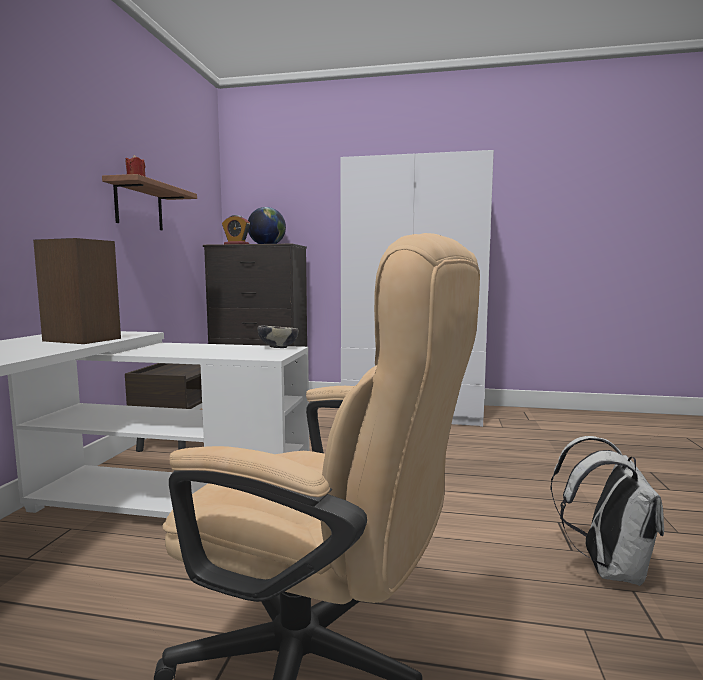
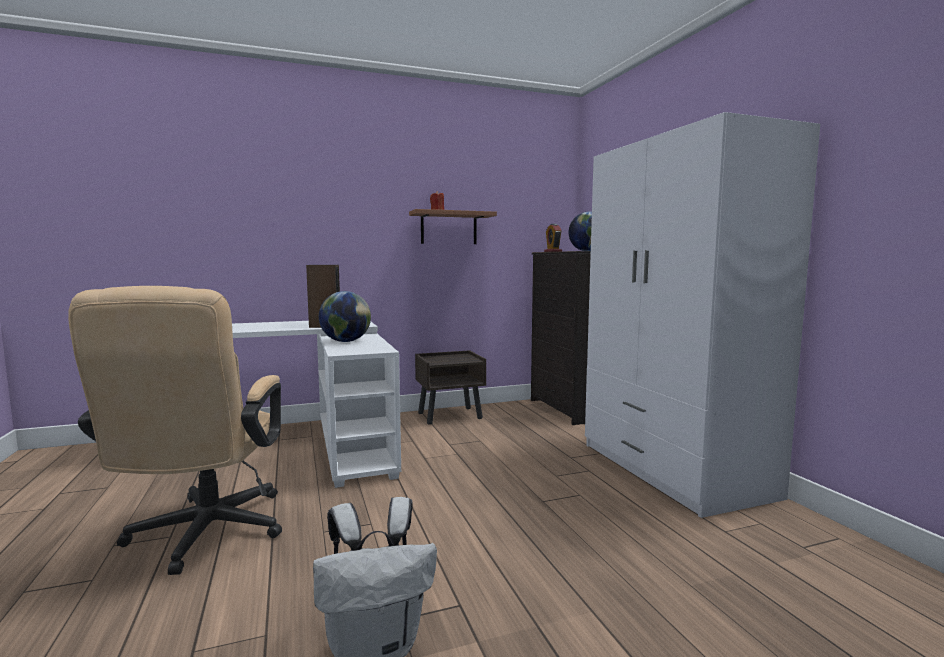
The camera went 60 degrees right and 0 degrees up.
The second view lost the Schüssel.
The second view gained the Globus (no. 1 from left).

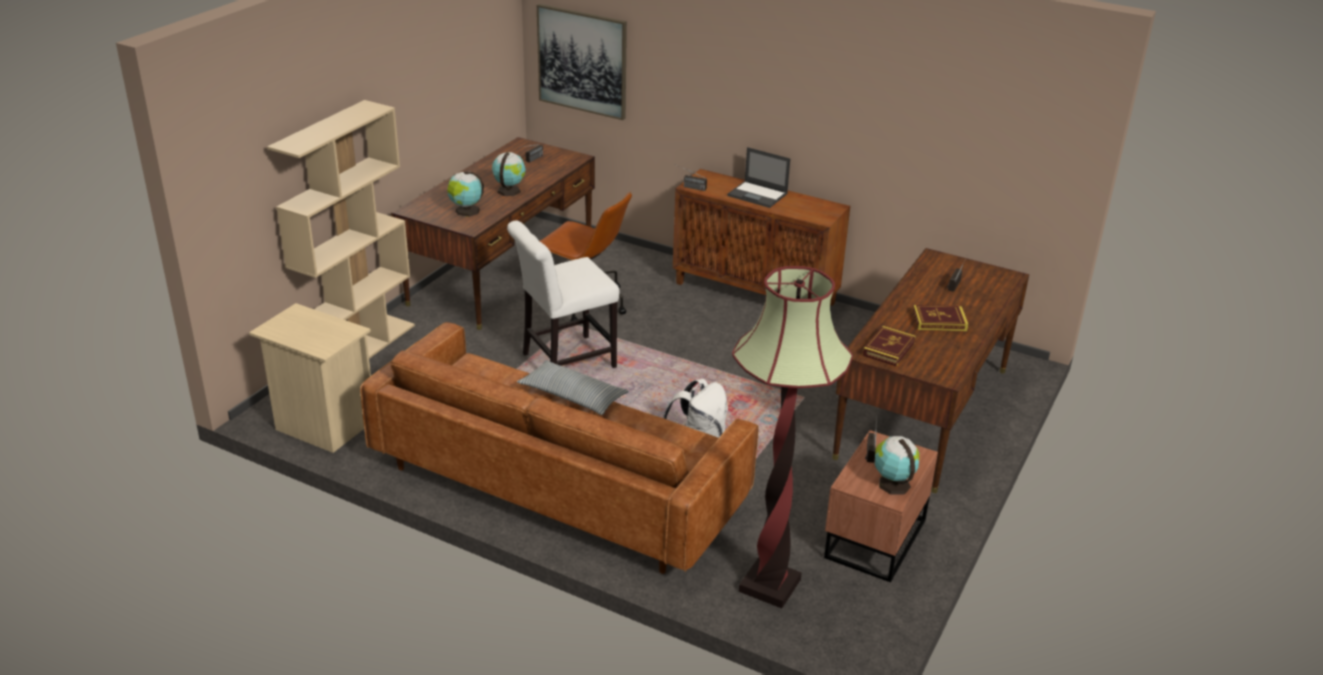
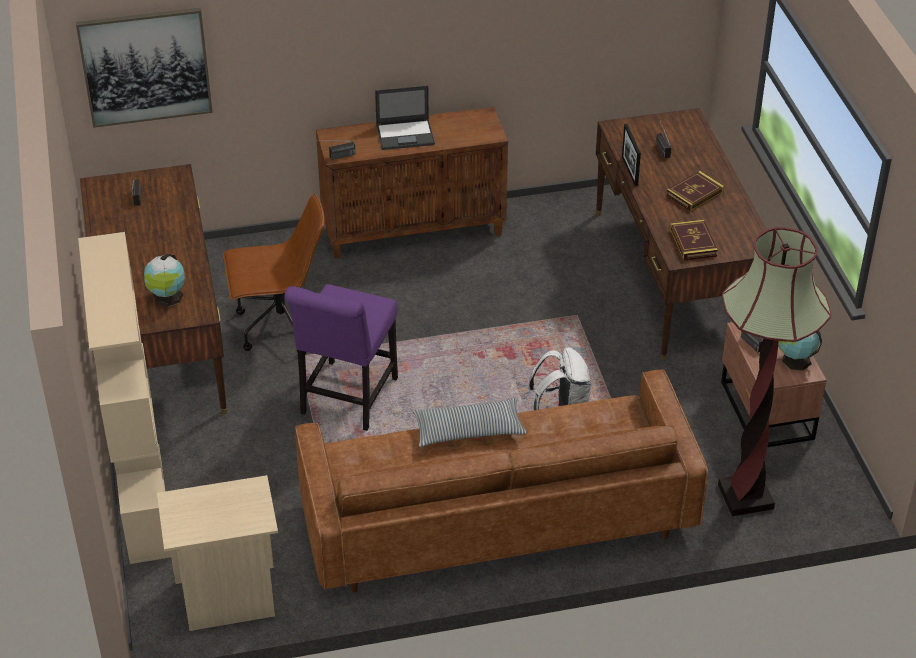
The camera went 40 degrees left and 10 degrees up.
The second view lost the Globus (no. 2 from left).
The second view gained the Bilderrahmen.
What was the Stuhl [weiß] turned into the Stuhl [lila].

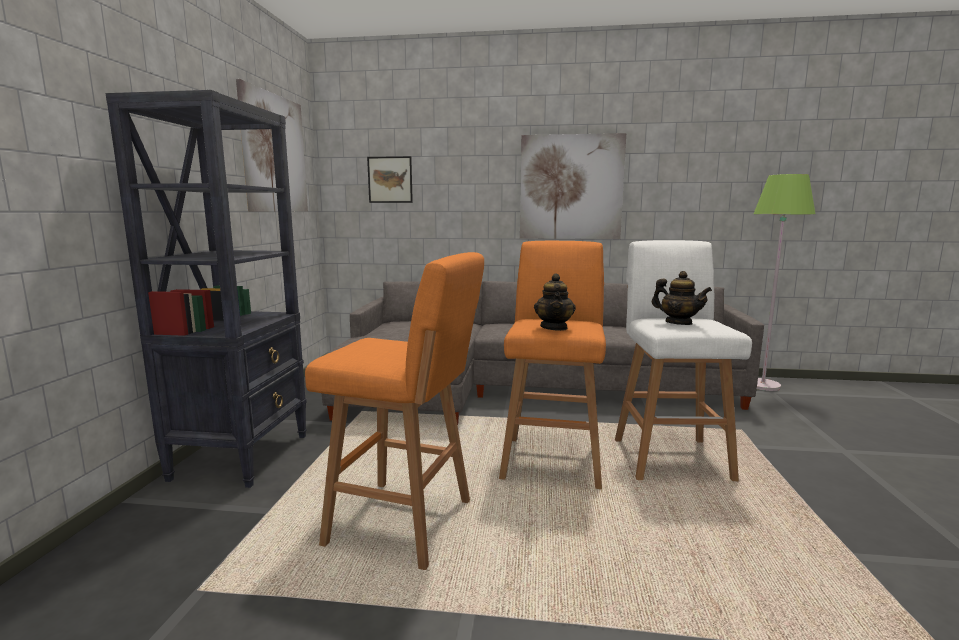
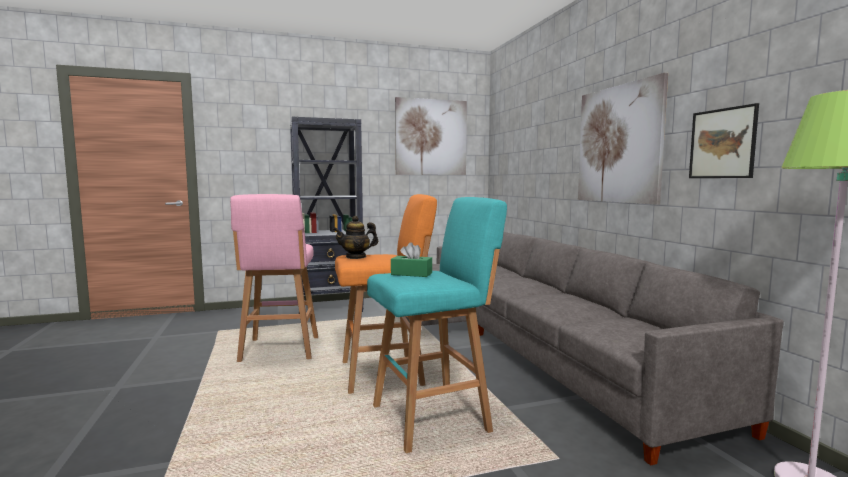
The camera went 65 degrees right and 5 degrees down.
The Bild (no. 2 from left in the first image) ended up elsewhere.
Where the Teekanne (no. 2 from left) stood, the Taschentuchbox [grün] came to stand.
What was the Hocker [orange] (no. 1 from left) turned into the Hocker [rosa].
What was the Hocker [weiß] turned into the Hocker [türkis].

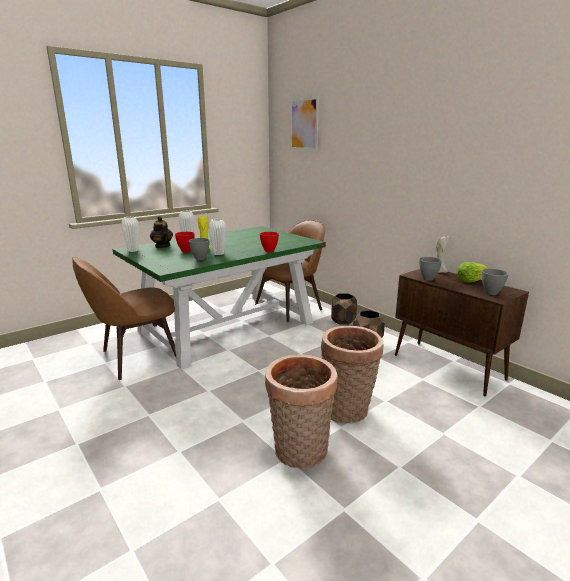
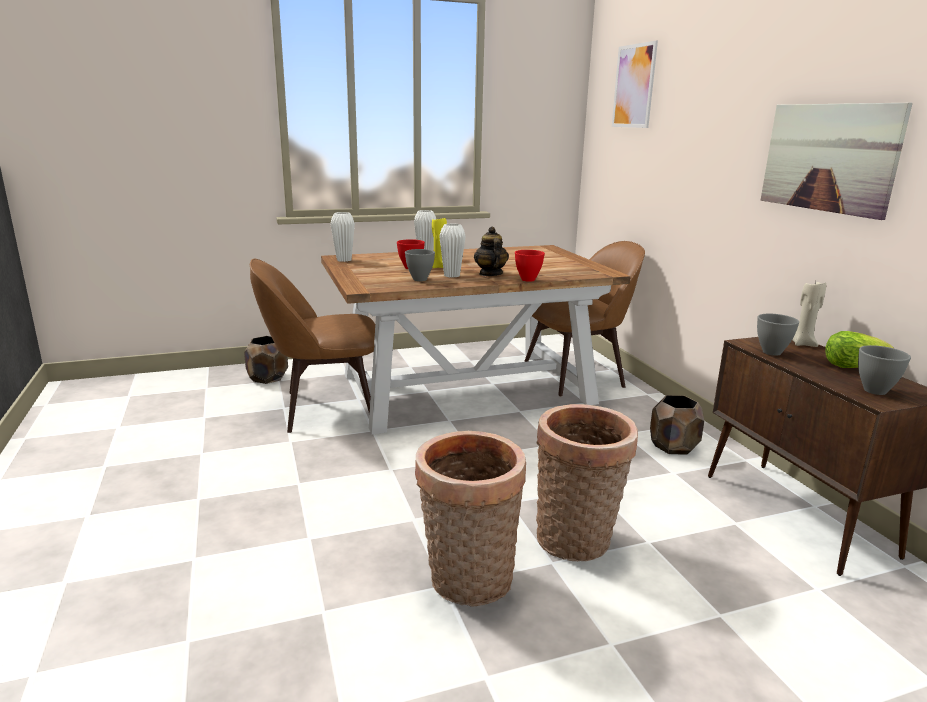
The camera went 20 degrees right and 0 degrees up.
The second view gained the Bild (no. 2 from left).
The Teekanne ended up elsewhere.
The Pflanzkübel [braun] (no. 1 from left) ended up elsewhere.
What was the Esstisch [grün] turned into the Esstisch [braun].

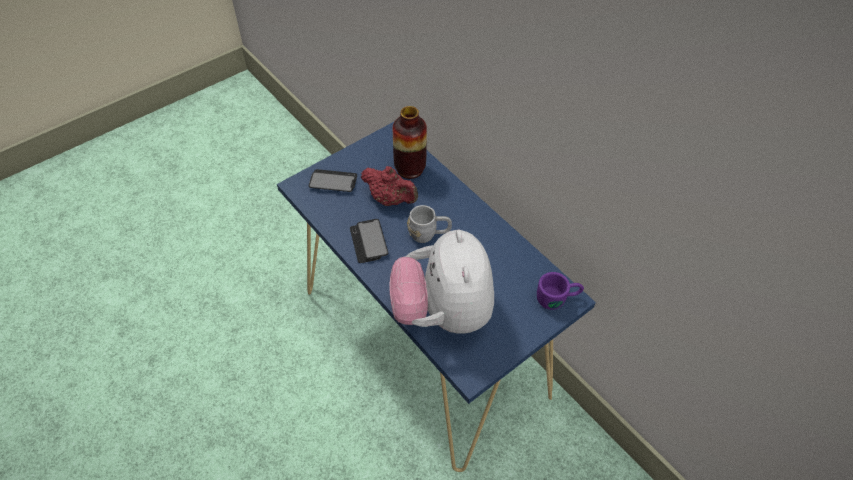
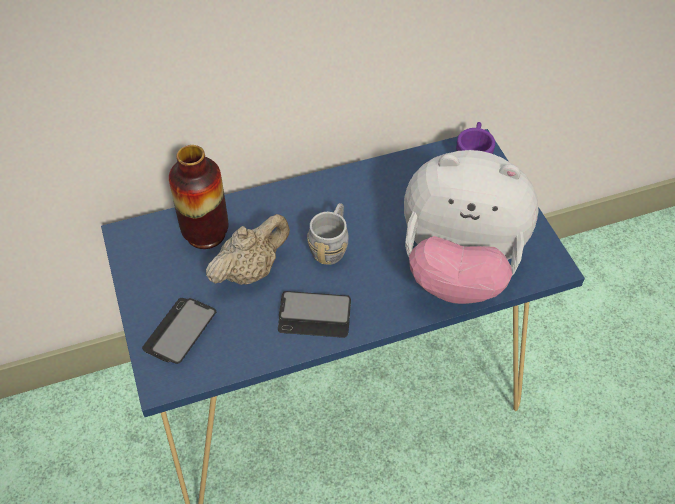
The camera went 70 degrees left and 0 degrees up.
What was the Teekanne [rot] turned into the Teekanne [beige].

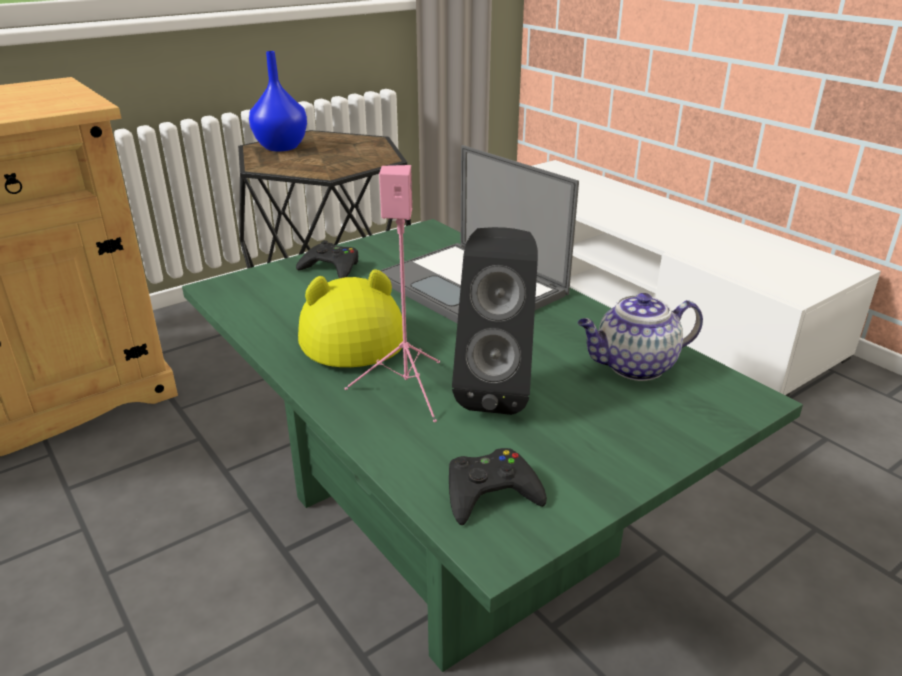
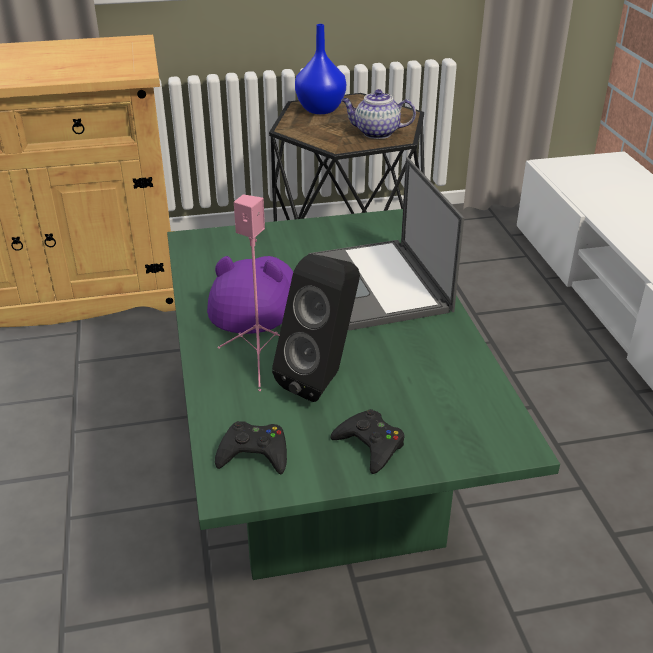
The camera went 25 degrees right and 5 degrees up.
The Gamepad [schwarz] (no. 1 from left in the first image) ended up elsewhere.
The Teekanne ended up elsewhere.
What was the Hut [gelb] turned into the Hut [lila].

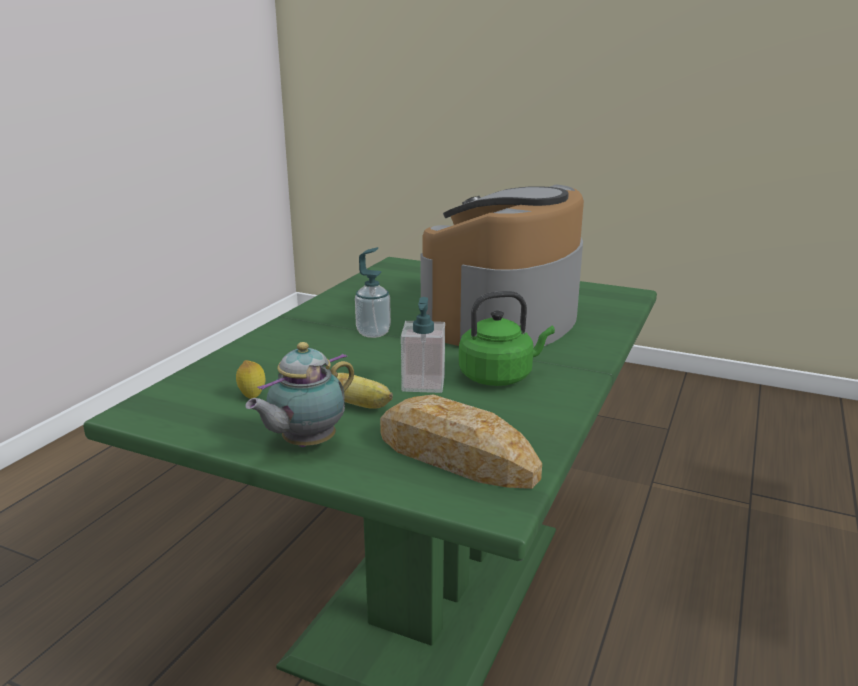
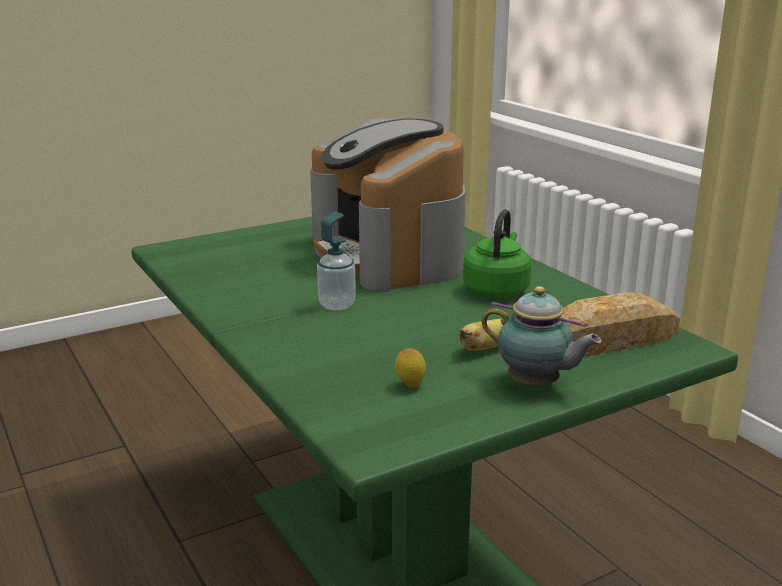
The camera went 55 degrees left and 0 degrees up.
The second view lost the Seifenspender (no. 2 from left).
The Teekanne ended up facing another way, 45 degrees counterclockwise from before.

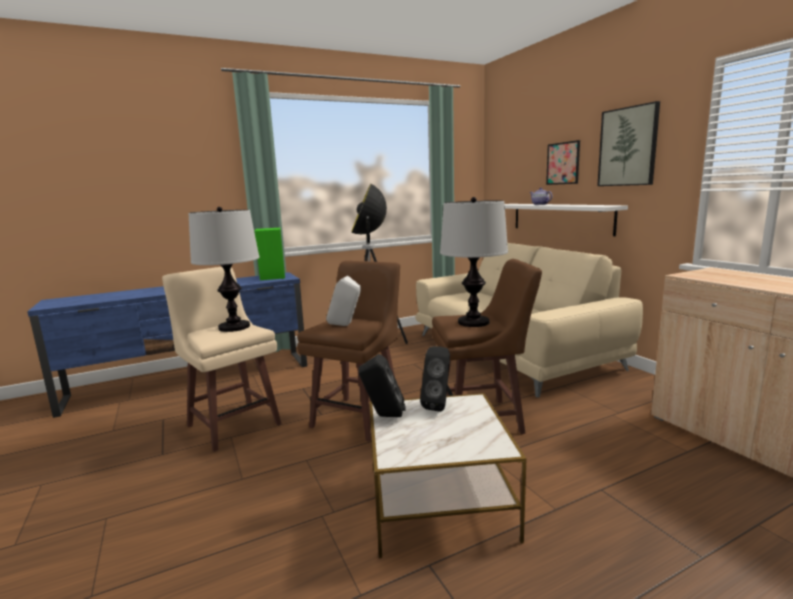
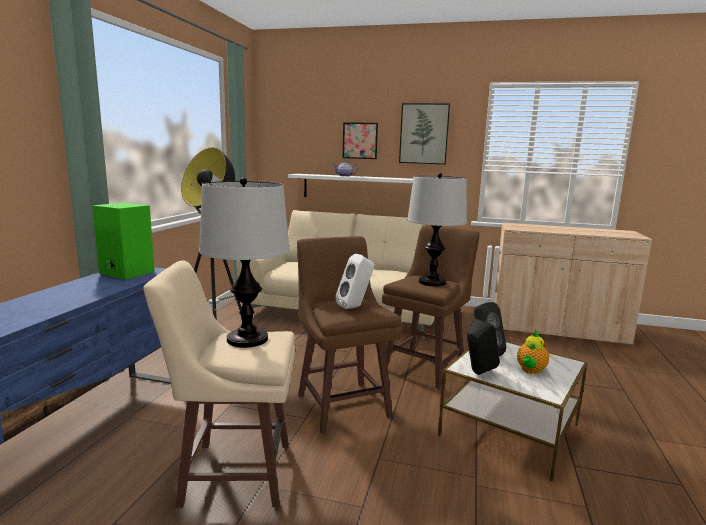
The camera went 50 degrees left and 0 degrees up.
The second view gained the Teekanne (no. 2 from left).

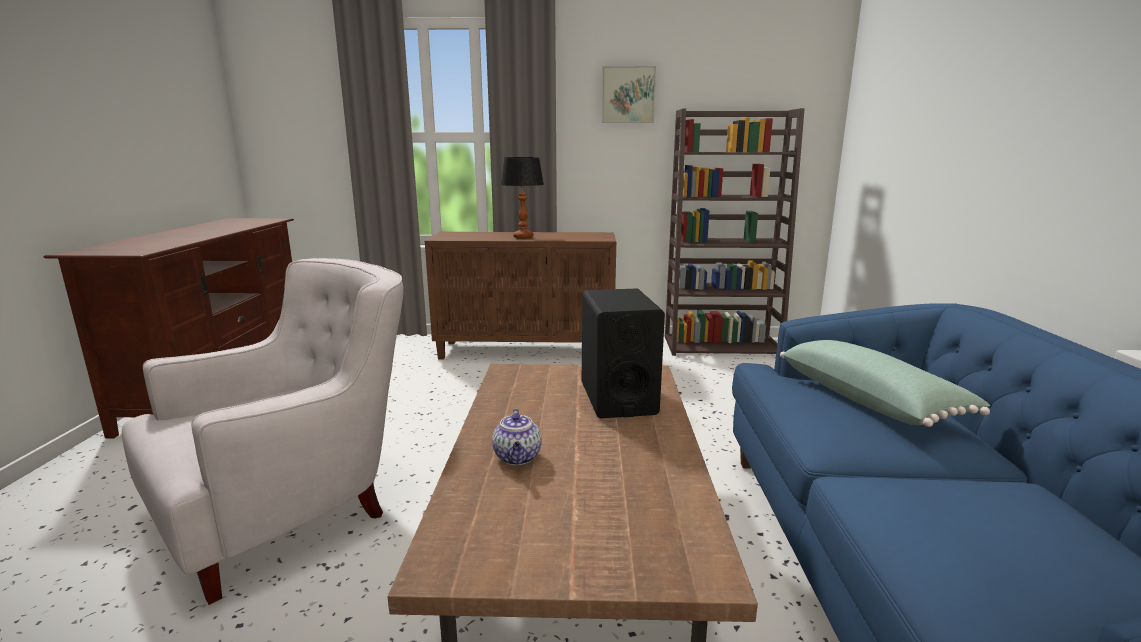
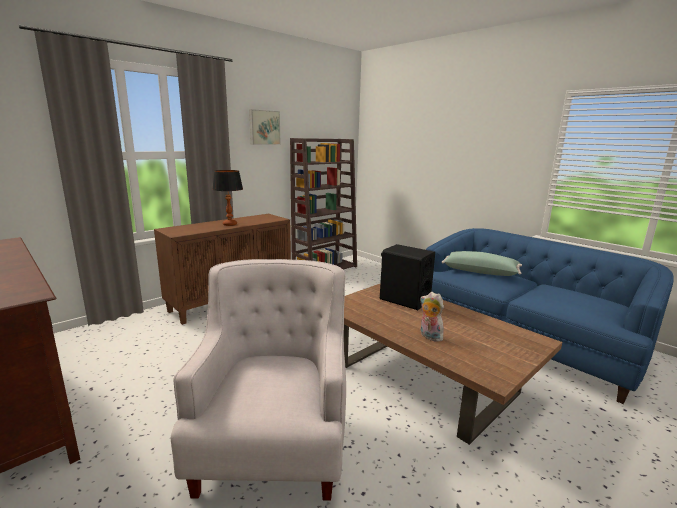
The camera went 45 degrees left and 0 degrees up.
Where the Teekanne stood, the Plüschtier came to stand.

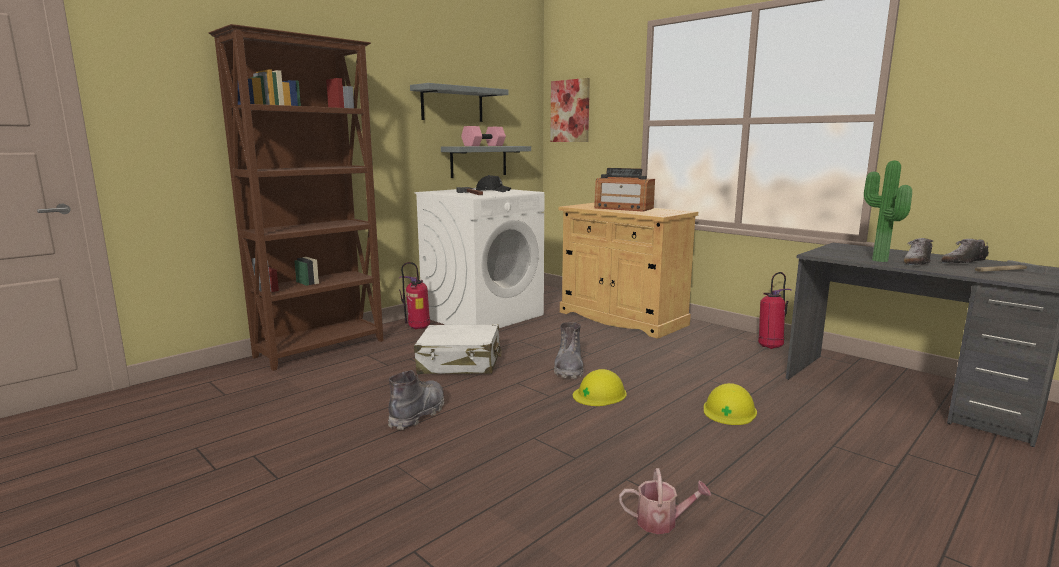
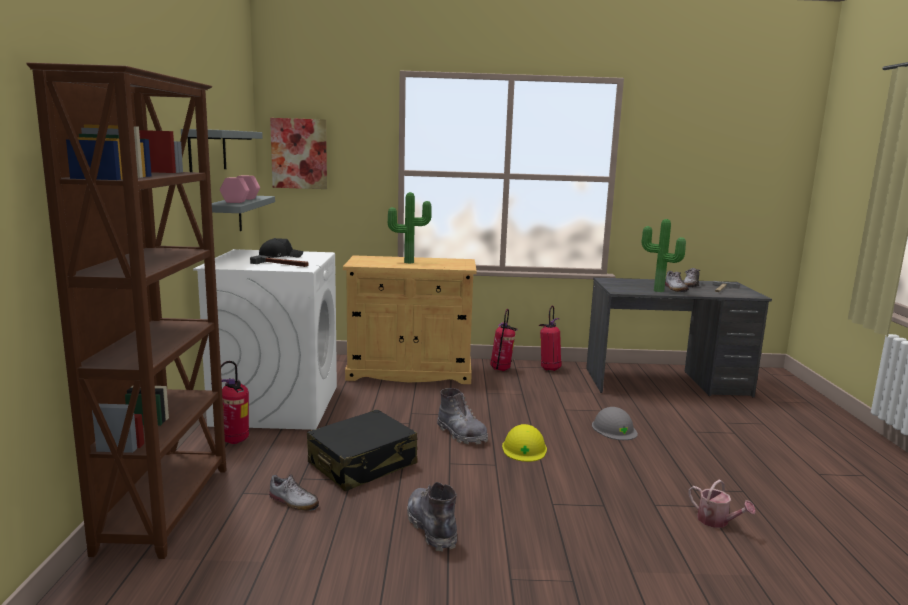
The camera went 45 degrees left and 0 degrees up.
The second view gained the Schuh (no. 1 from left).
The second view gained the Feuerlöscher (no. 2 from left).
Where the Radio stood, the Topfpflanze (no. 1 from left) came to stand.
What was the Koffer [weiß] turned into the Koffer [schwarz].
What was the Schutzhelm [gelb] (no. 2 from left) turned into the Schutzhelm [grau].
The Gießkanne ended up facing another way, 90 degrees clockwise from before.

